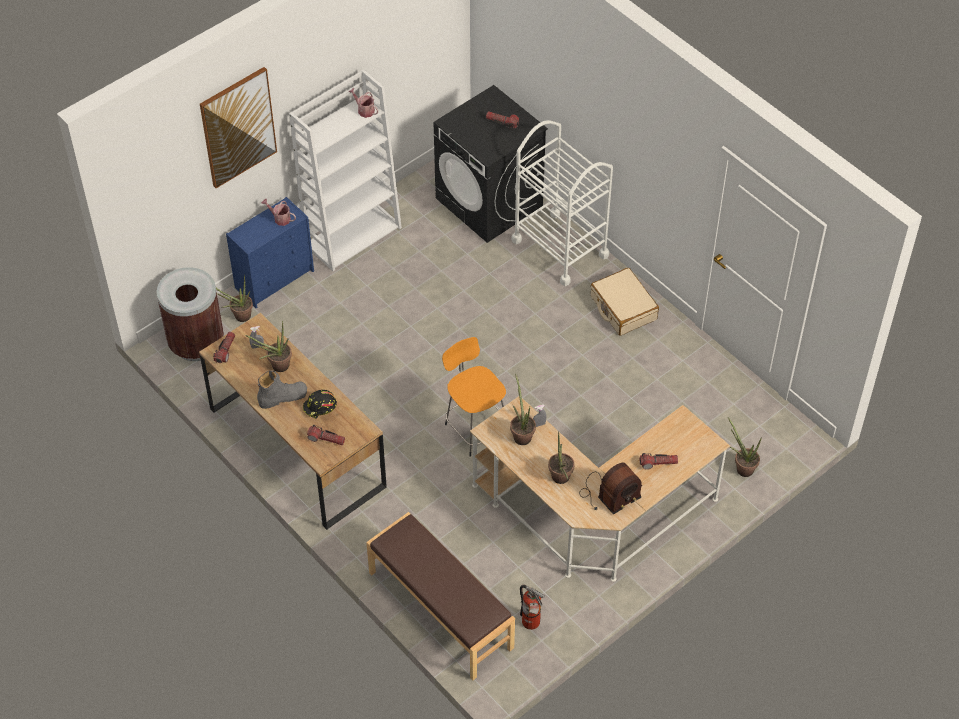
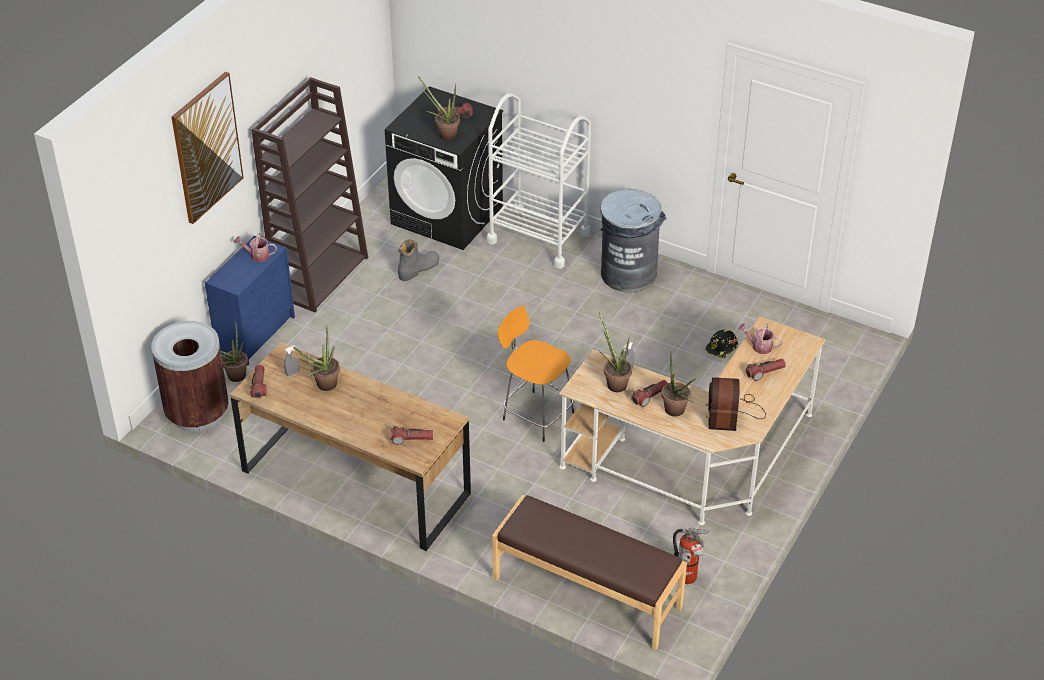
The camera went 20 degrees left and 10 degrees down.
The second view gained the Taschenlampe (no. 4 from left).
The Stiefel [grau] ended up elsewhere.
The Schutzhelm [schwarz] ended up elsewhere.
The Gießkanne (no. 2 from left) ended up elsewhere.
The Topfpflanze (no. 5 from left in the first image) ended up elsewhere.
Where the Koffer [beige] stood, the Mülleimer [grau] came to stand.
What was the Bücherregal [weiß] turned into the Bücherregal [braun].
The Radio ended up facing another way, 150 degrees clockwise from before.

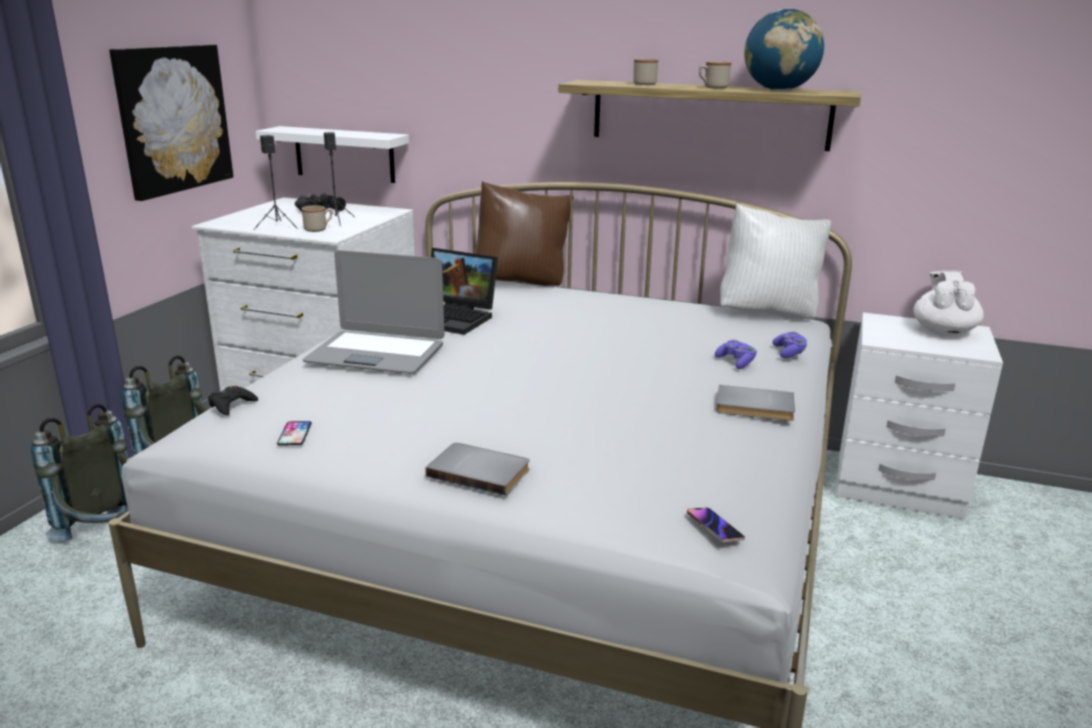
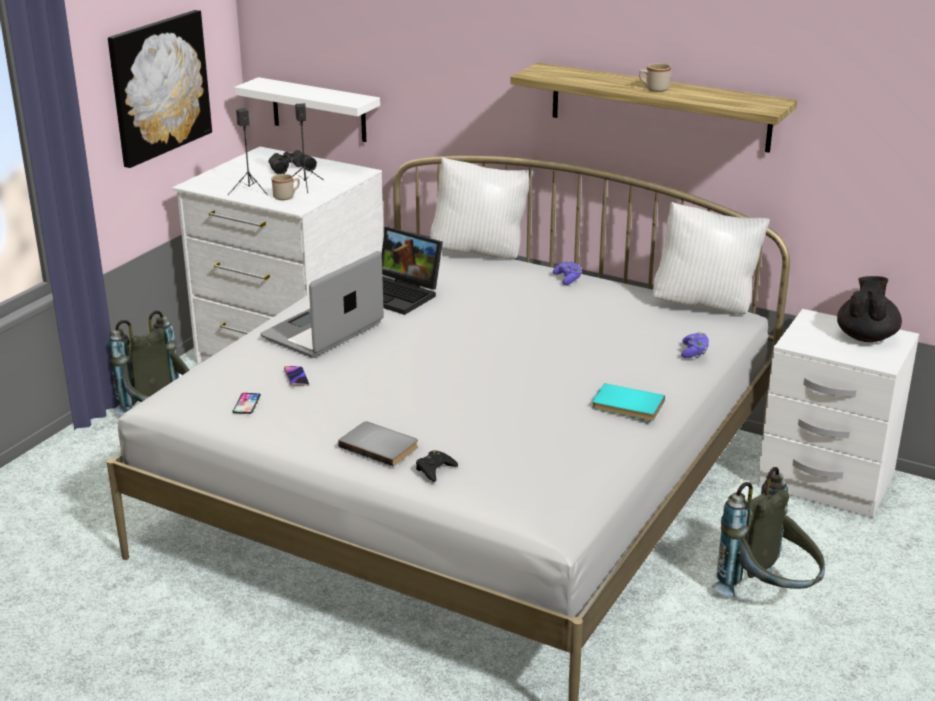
The camera went 10 degrees right and 5 degrees up.
The second view lost the Henkelbecher [beige] (no. 2 from left).
The second view lost the Globus.
The Rucksack [grau] (no. 1 from left in the first image) ended up elsewhere.
The Gamepad [schwarz] ended up elsewhere.
The Handy (no. 2 from left) ended up elsewhere.
The Gamepad [lila] (no. 1 from left) ended up elsewhere.
What was the Kissen [braun] turned into the Kissen [weiß] (no. 1 from left).
What was the Buch [grau] (no. 2 from left) turned into the Buch [türkis].
What was the Teekanne [weiß] turned into the Teekanne [schwarz].
The Laptop (no. 1 from left) ended up facing another way, 105 degrees clockwise from before.

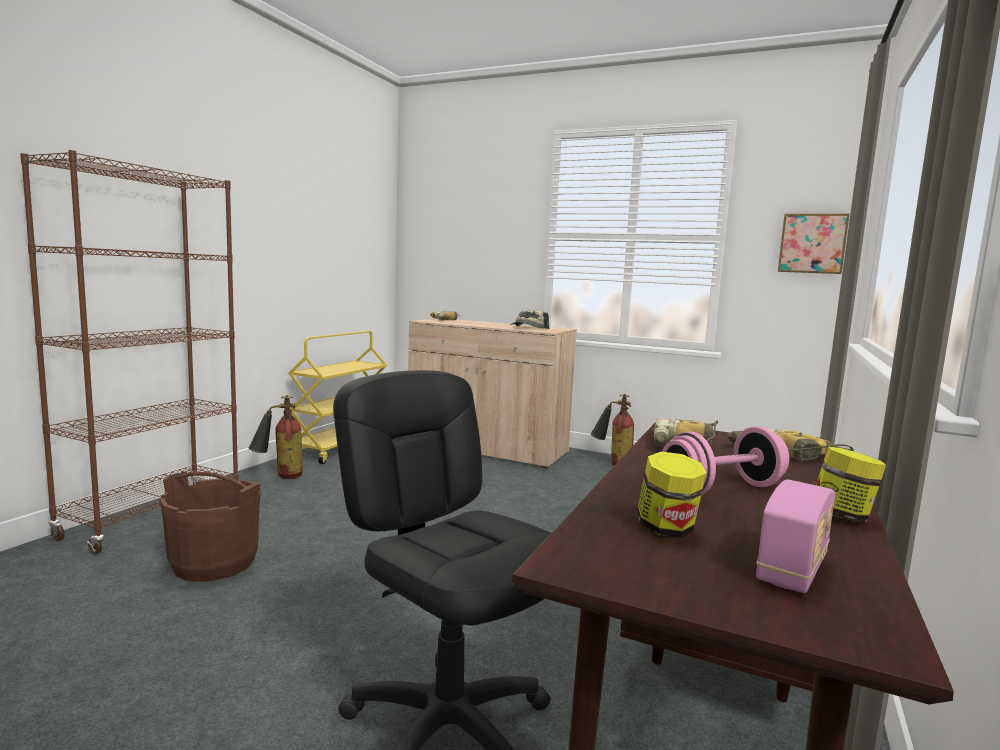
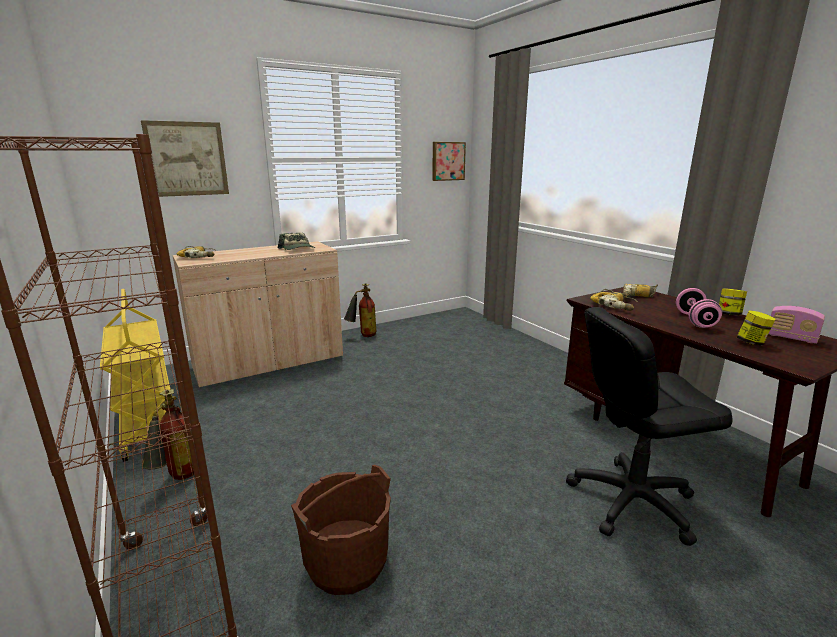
The camera went 55 degrees left and 10 degrees up.
The second view gained the Bild (no. 1 from left).
The Radio ended up facing another way, 150 degrees clockwise from before.

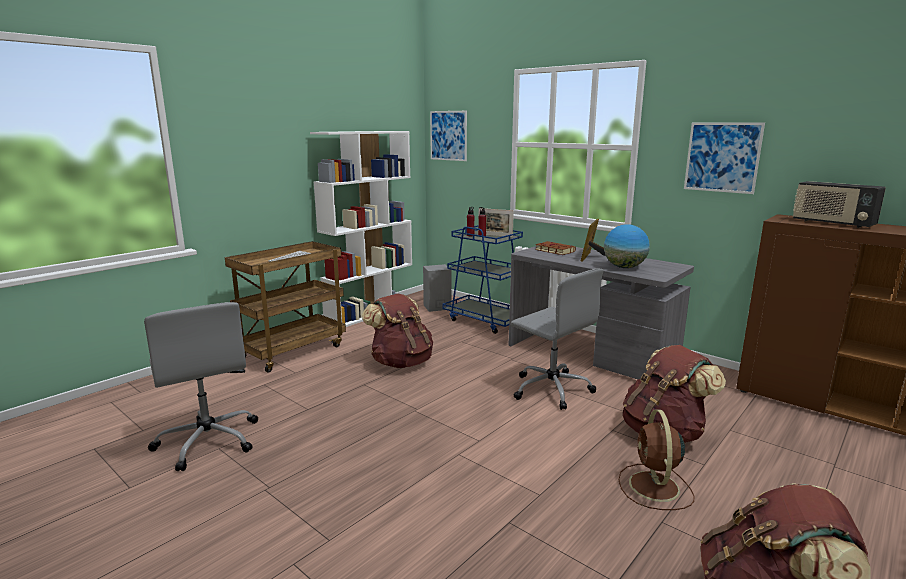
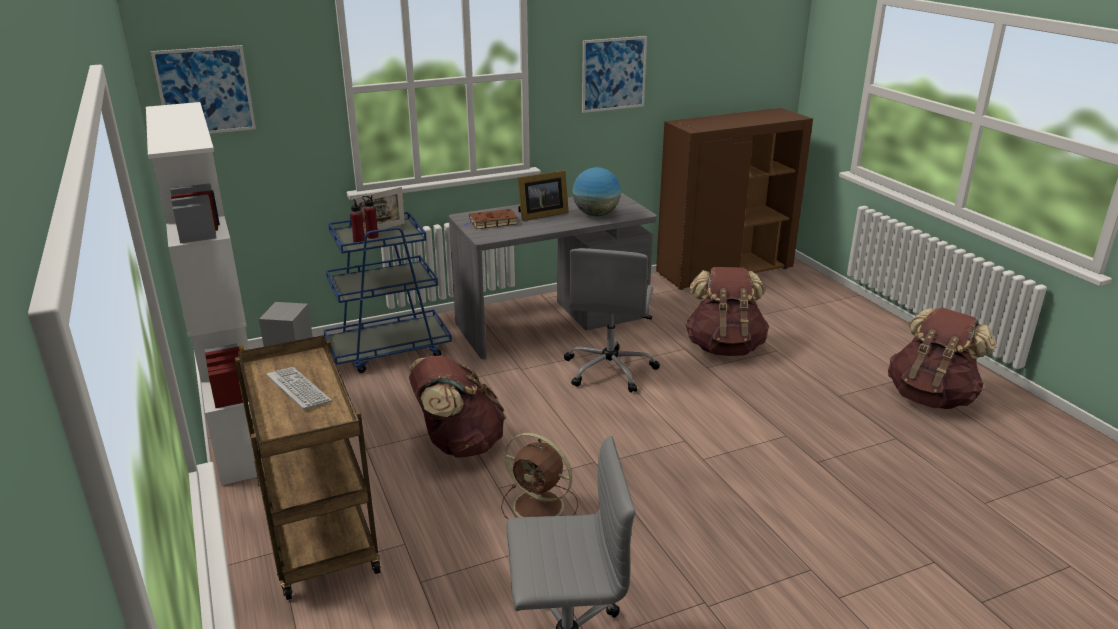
The camera went 65 degrees left and 10 degrees up.
The second view lost the Radio.
The Ventilator [braun] ended up elsewhere.
The Bürostuhl [grau] (no. 2 from left) ended up facing another way, 120 degrees clockwise from before.
The Bilderrahmen (no. 2 from left) ended up facing another way, 75 degrees counterclockwise from before.

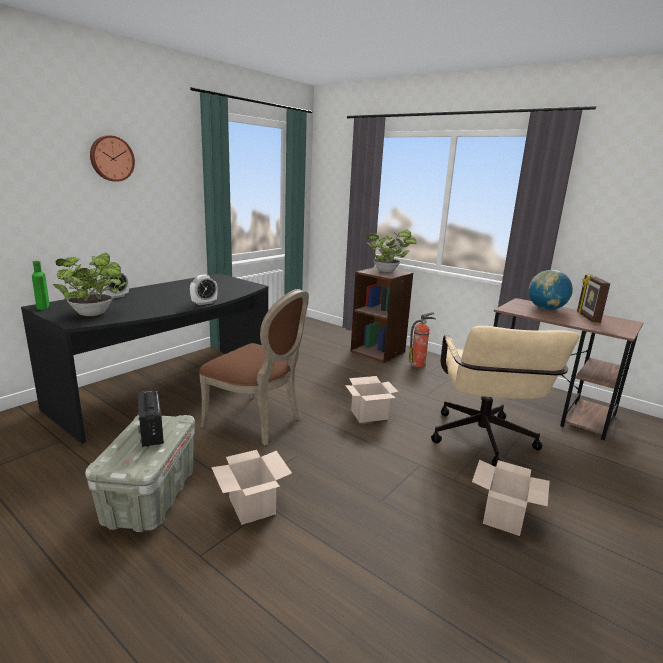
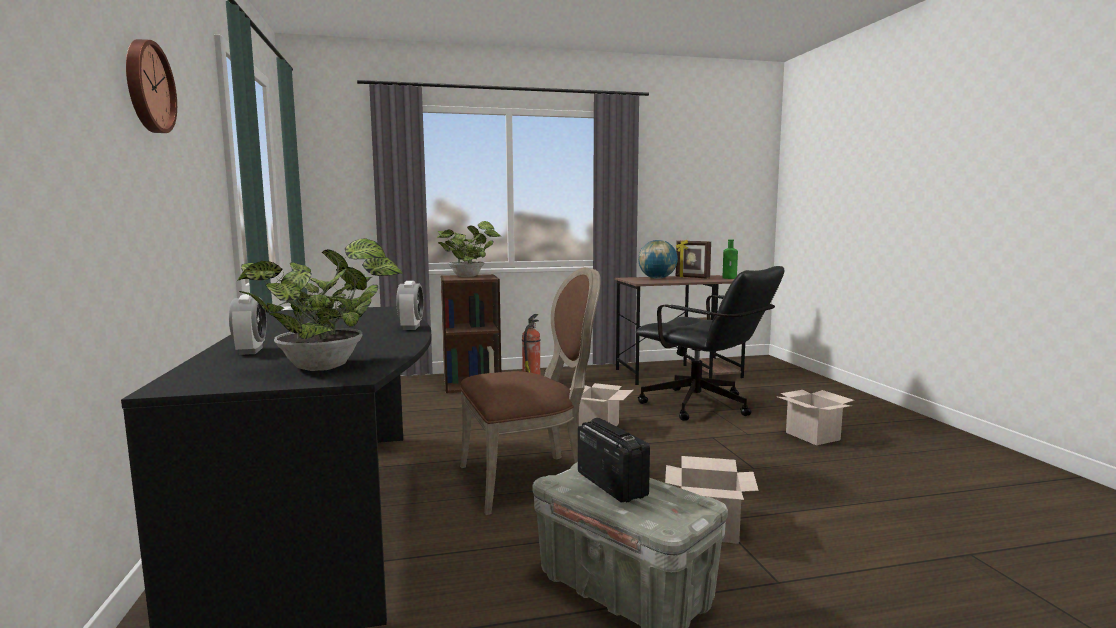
The camera went 50 degrees left and 10 degrees down.
The Flasche [grün] ended up elsewhere.
What was the Bürostuhl [beige] turned into the Bürostuhl [schwarz].
The Radio ended up facing another way, 135 degrees counterclockwise from before.

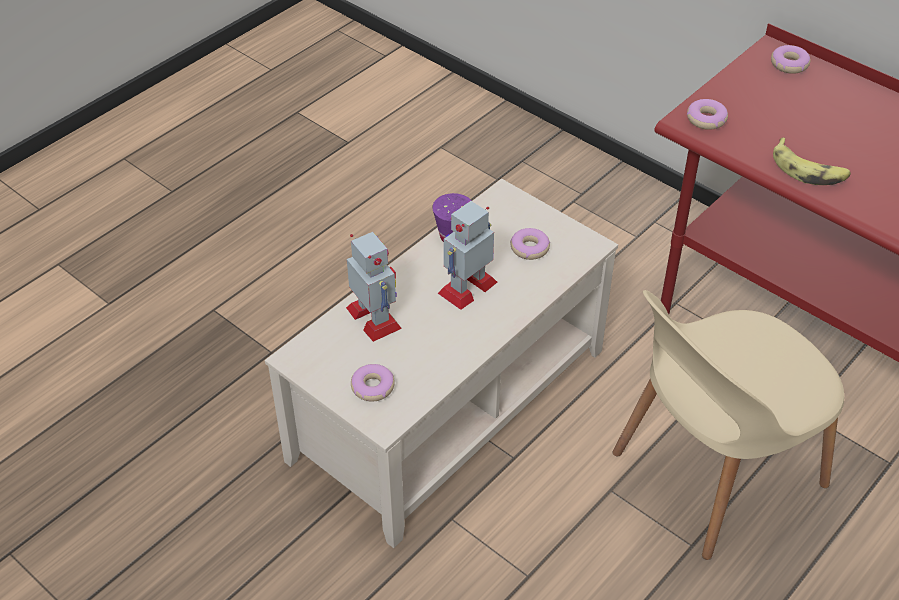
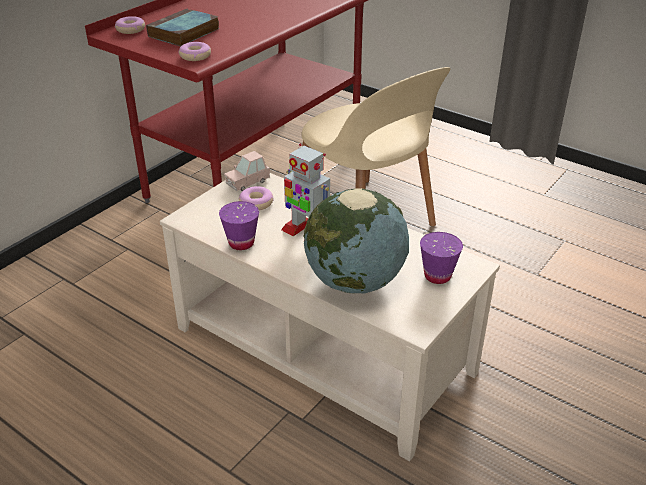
The camera went 95 degrees left and 10 degrees down.
The second view lost the Banane.
The second view gained the Buch.
The second view gained the Spielzeugauto [rosa].
Where the Spielzeugroboter (no. 1 from left) stood, the Globus came to stand.
Where the Donut (no. 1 from left) stood, the Tasse [lila] (no. 2 from left) came to stand.

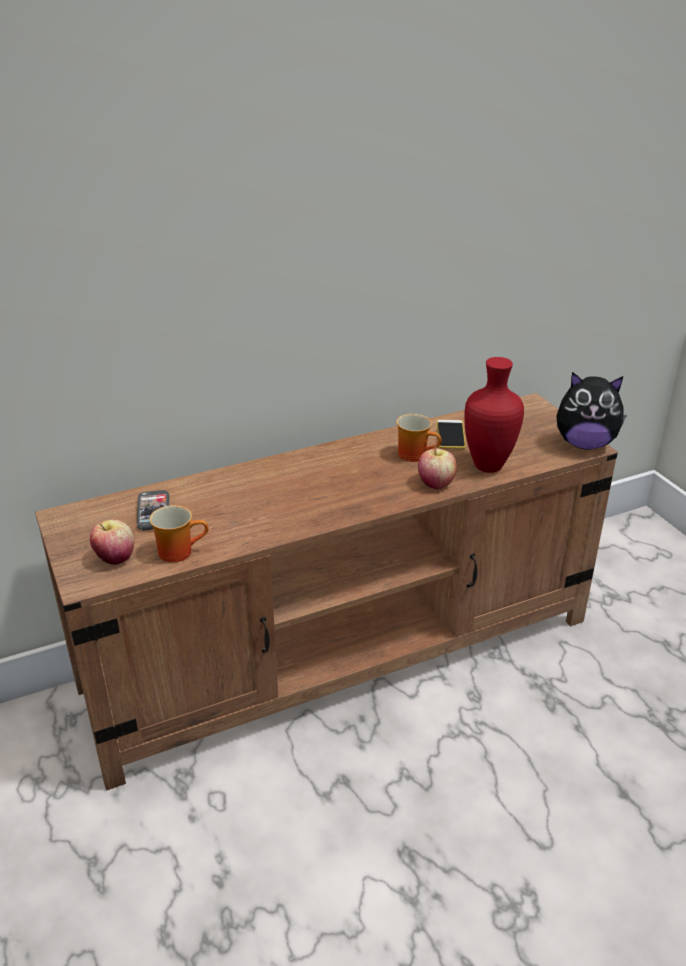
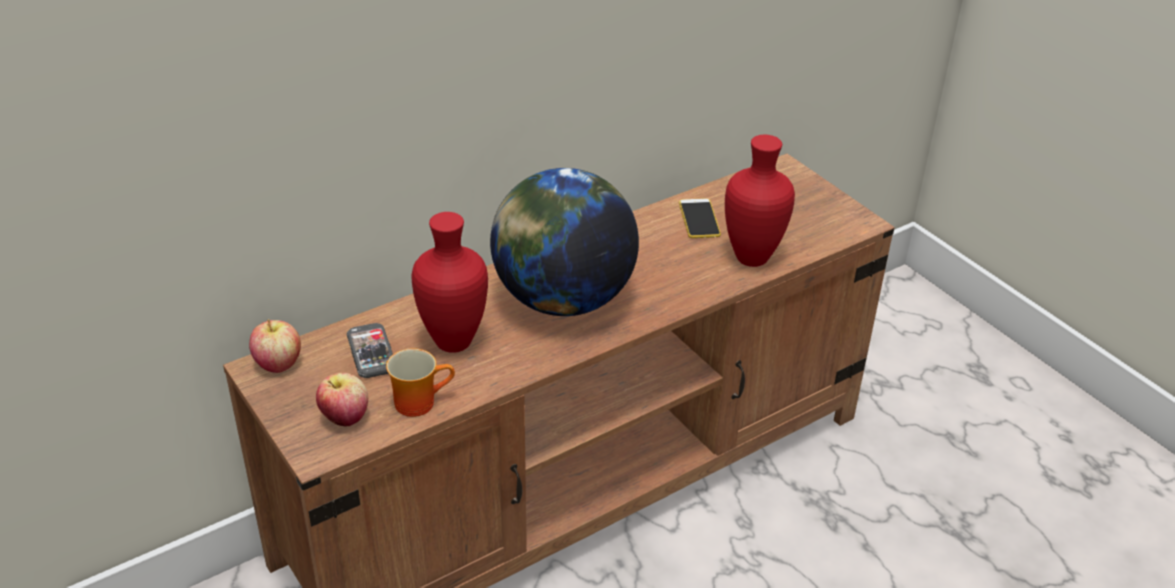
The camera went 10 degrees left and 5 degrees up.
The second view lost the Henkelbecher (no. 2 from left).
The second view lost the Plüschtier.
The second view gained the Vase [rot] (no. 1 from left).
The second view gained the Globus.
The Apfel (no. 2 from left in the first image) ended up elsewhere.

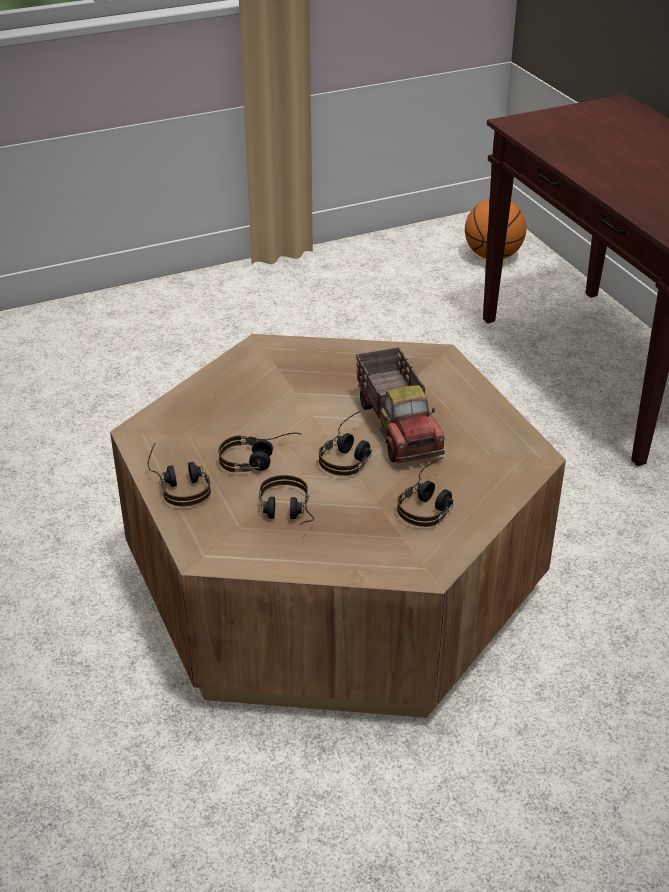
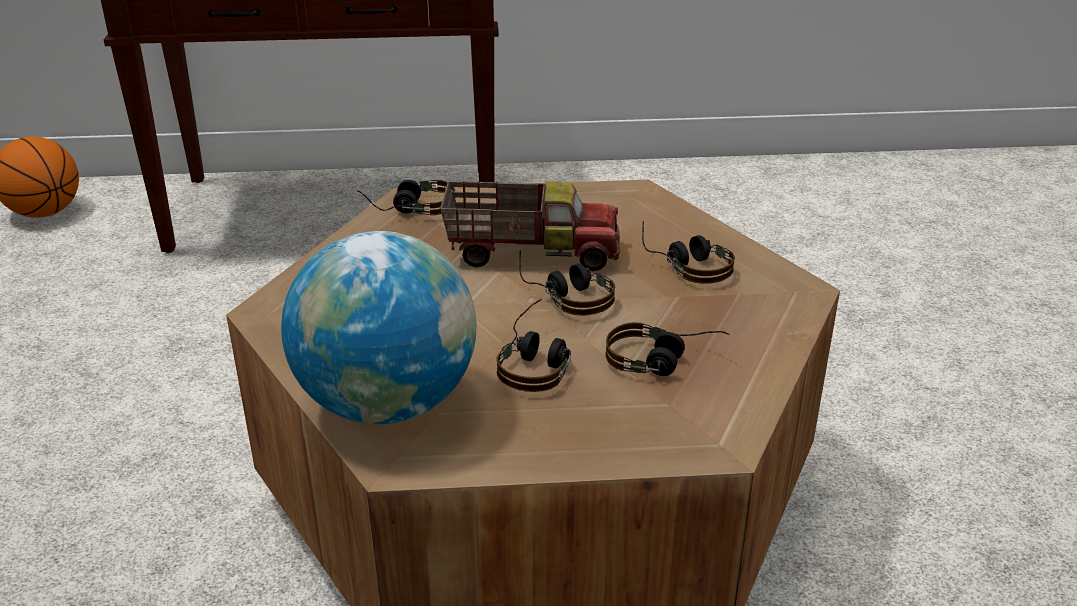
The camera went 70 degrees left and 5 degrees down.
The second view gained the Globus.
The Kopfhörer (no. 1 from left) ended up elsewhere.

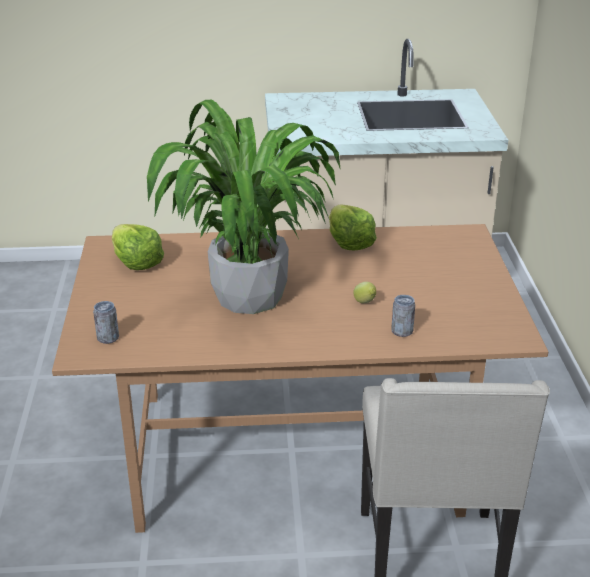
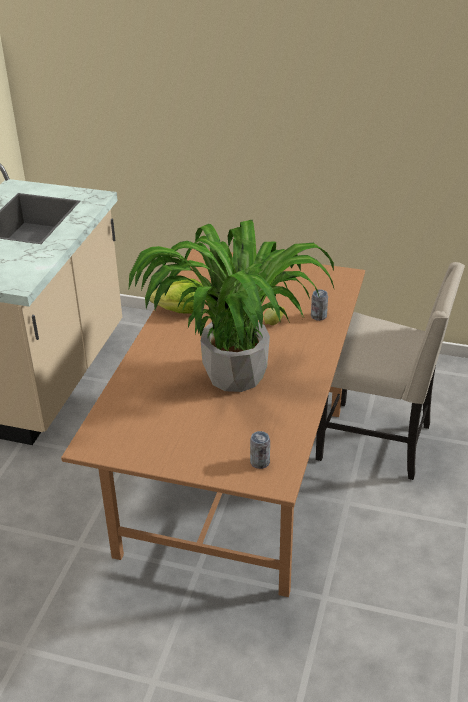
The camera went 70 degrees left and 5 degrees up.
The second view lost the Salatkopf (no. 1 from left).

